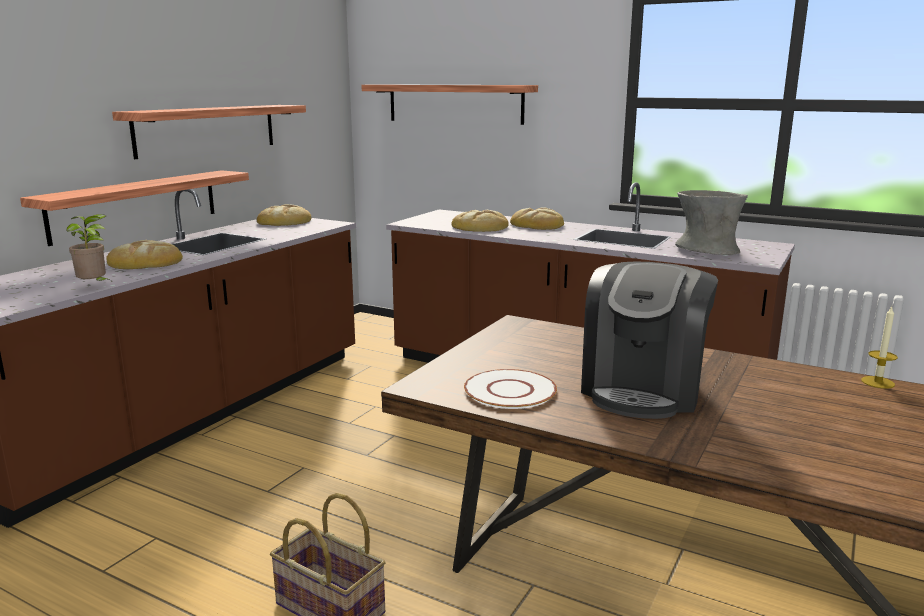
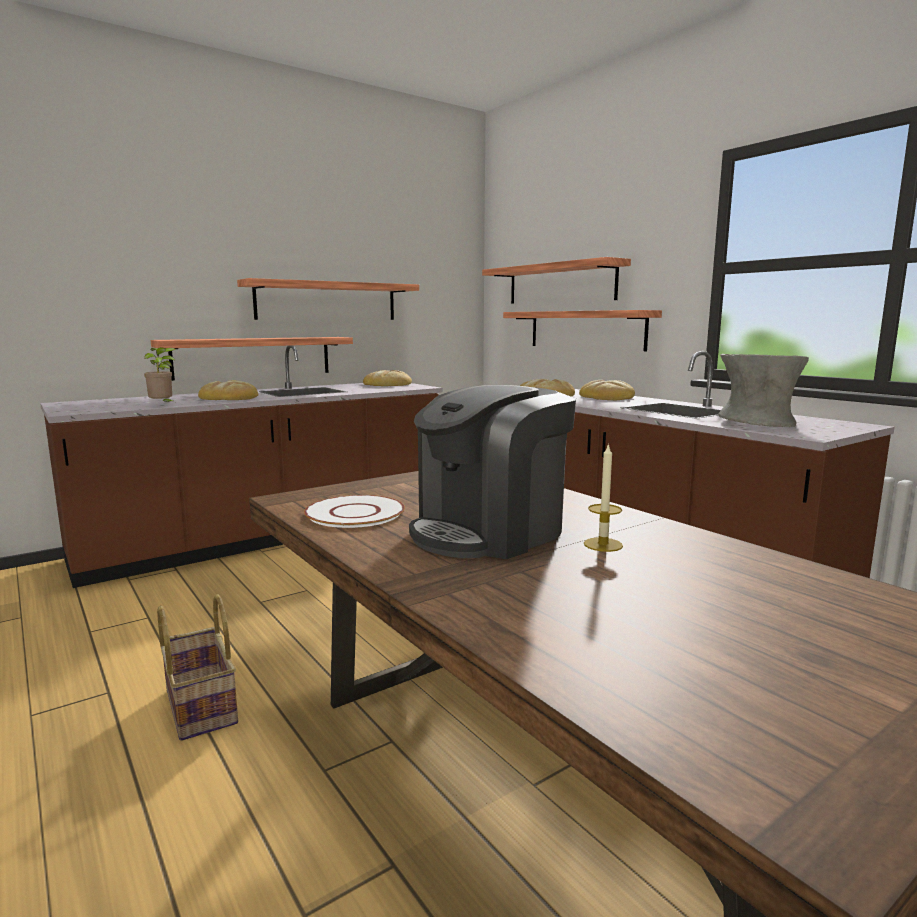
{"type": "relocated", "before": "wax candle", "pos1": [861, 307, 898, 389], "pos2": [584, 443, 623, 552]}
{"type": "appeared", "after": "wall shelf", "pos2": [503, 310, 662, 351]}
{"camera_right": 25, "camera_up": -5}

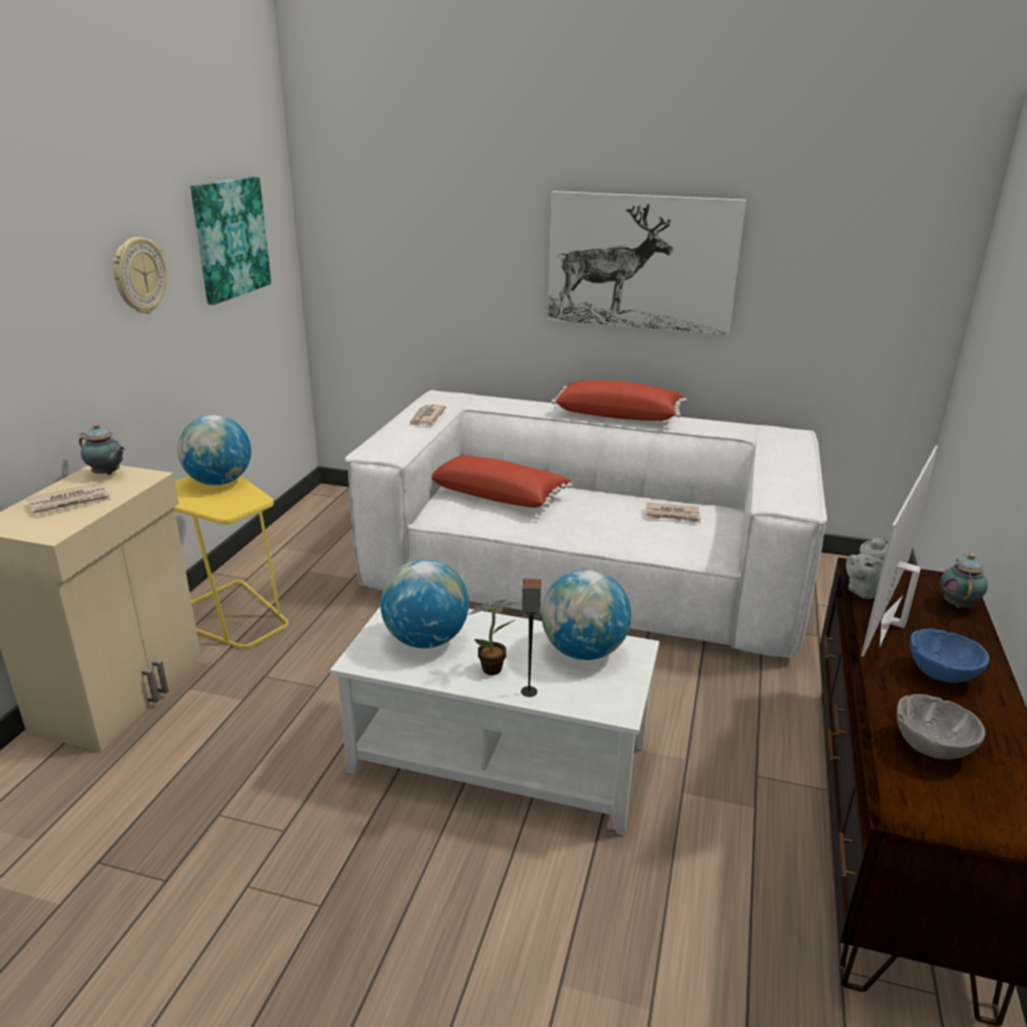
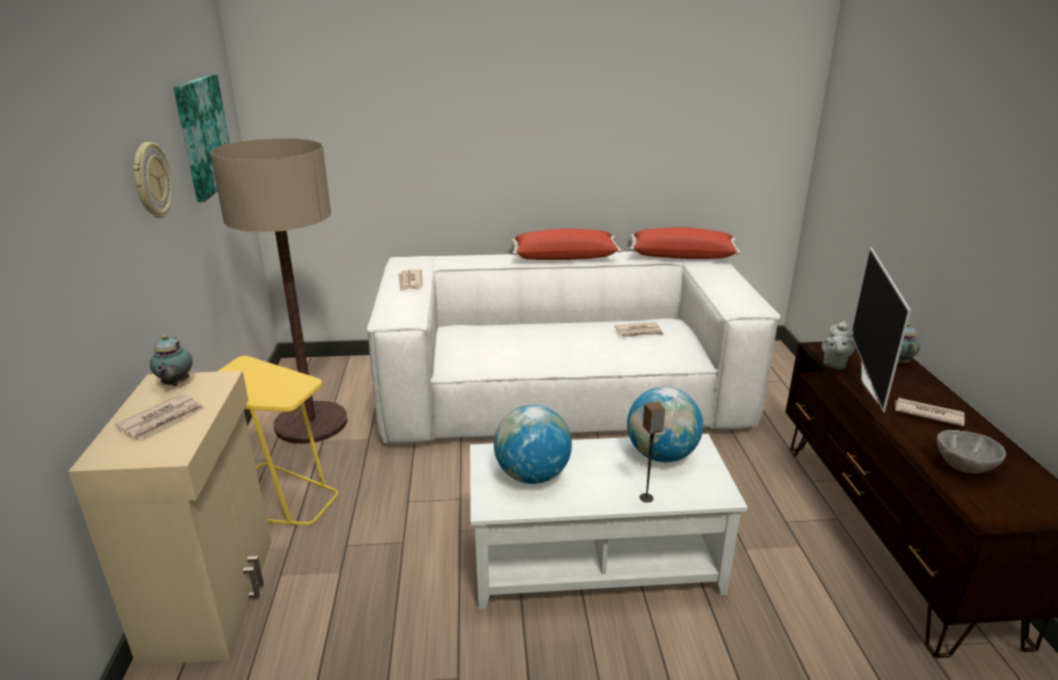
{"type": "spun", "before": "tea pot", "pos1": [79, 424, 125, 475], "pos2": [150, 335, 193, 386], "turn": 75}
{"type": "missing", "before": "globe", "pos1": [177, 415, 251, 485]}
{"type": "relocated", "before": "throw pillow (red-coloured)", "pos1": [432, 455, 572, 508], "pos2": [630, 227, 741, 259]}
{"type": "missing", "before": "plant in a pot", "pos1": [468, 599, 520, 675]}
{"type": "missing", "before": "picture", "pos1": [547, 191, 746, 335]}
{"type": "exchanged", "before": "serving bowl (bluish)", "after": "newspaper", "pos1": [910, 629, 989, 683], "pos2": [895, 398, 965, 427]}
{"type": "appeared", "after": "standard lamp", "pos2": [210, 138, 347, 444]}
{"camera_right": -20, "camera_up": 0}

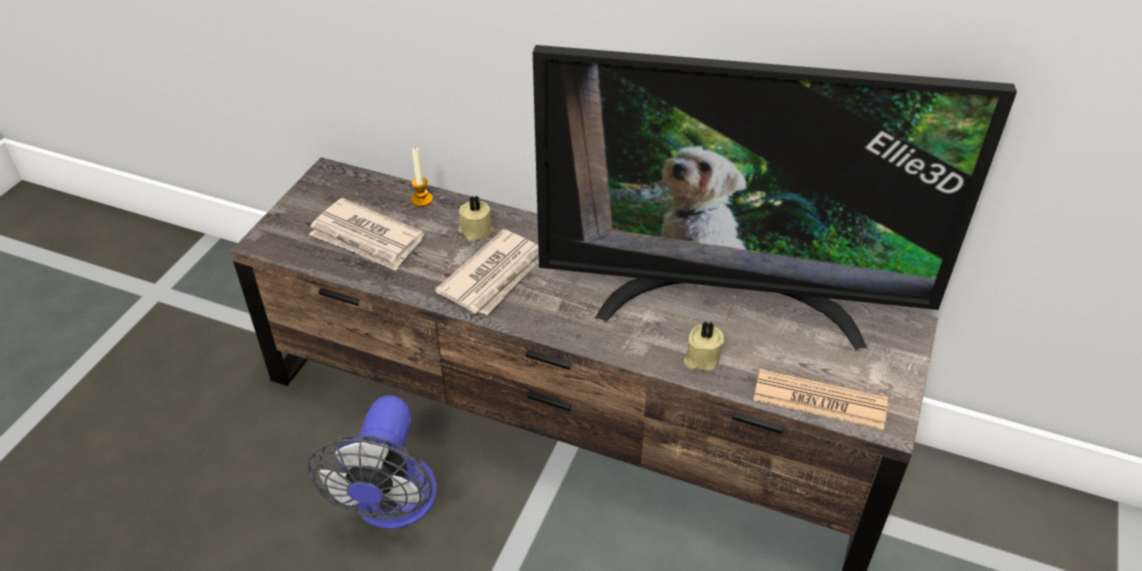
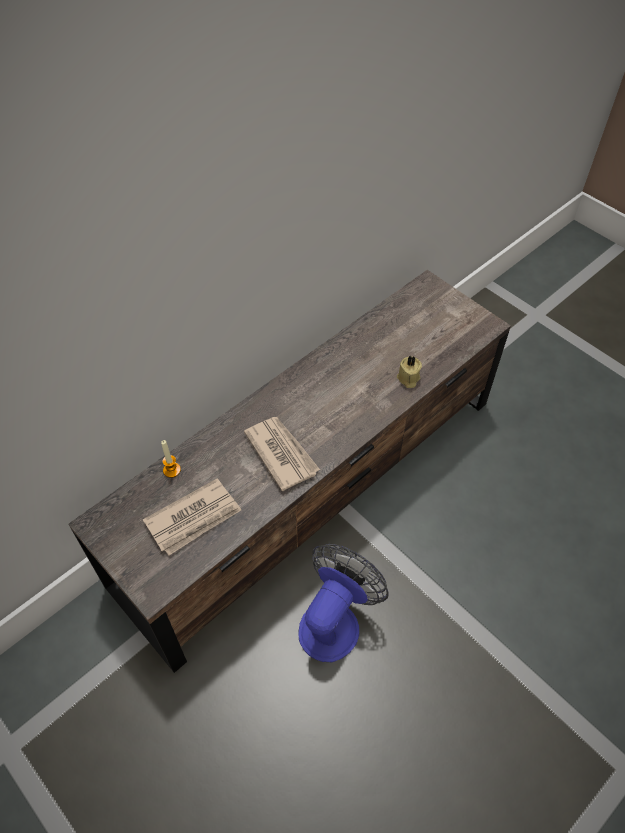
{"type": "spun", "before": "cooling fan", "pos1": [307, 396, 437, 529], "pos2": [298, 544, 389, 662], "turn": -90}
{"type": "missing", "before": "wax candle (sand-coloured)", "pos1": [458, 195, 493, 241]}
{"type": "missing", "before": "television", "pos1": [533, 45, 1017, 350]}
{"type": "missing", "before": "newspaper", "pos1": [753, 369, 888, 430]}
{"camera_right": -65, "camera_up": 10}

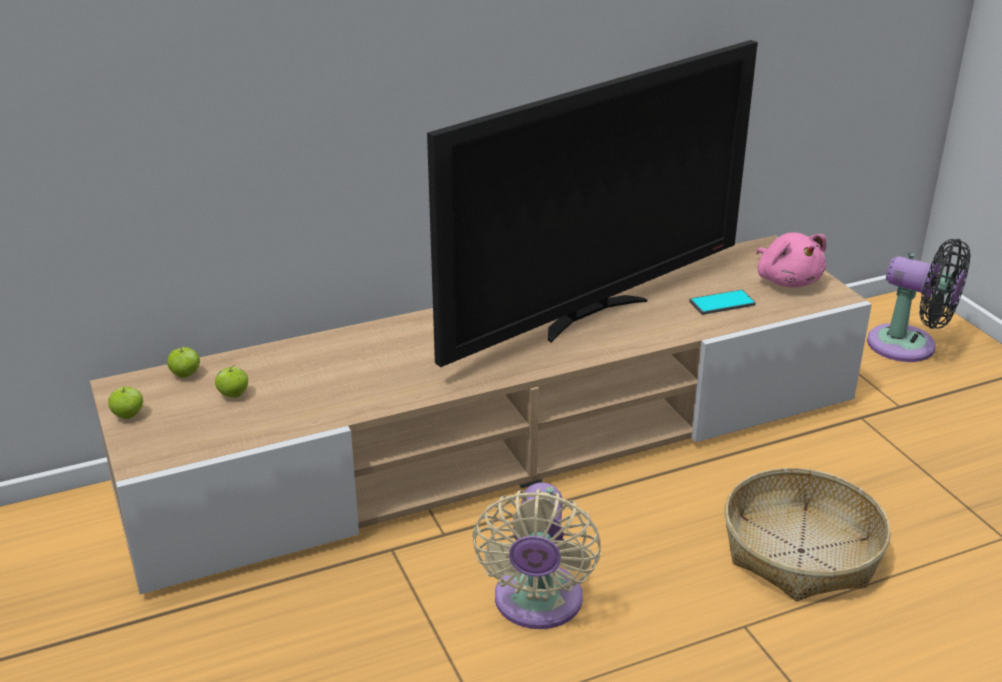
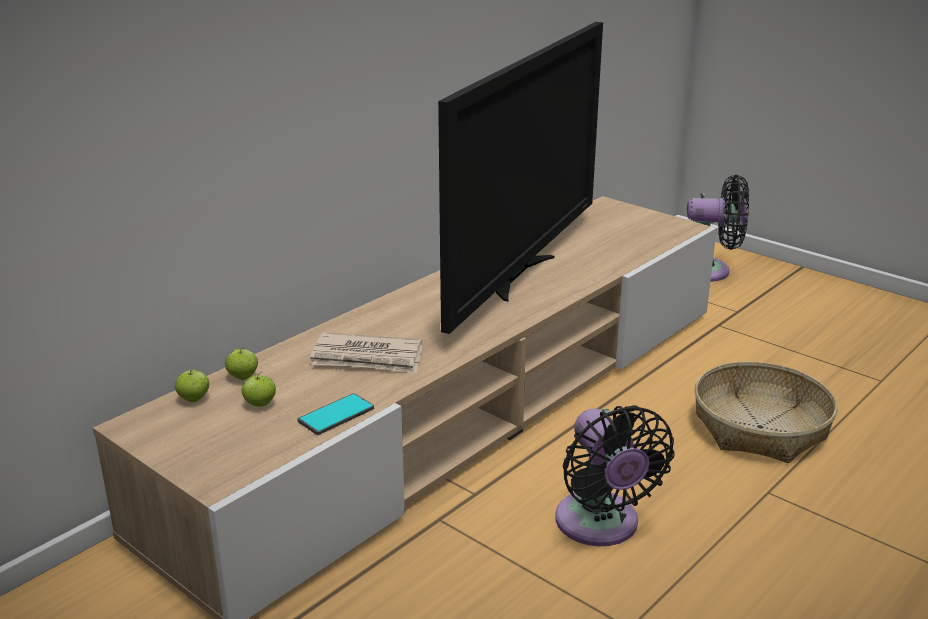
{"type": "relocated", "before": "whole apple", "pos1": [108, 386, 143, 419], "pos2": [225, 348, 258, 380]}
{"type": "colour", "before": "cooling fan (sand-coloured)", "after": "cooling fan (blackish)", "pos1": [472, 482, 601, 629], "pos2": [555, 405, 675, 546]}
{"type": "relocated", "before": "phone", "pos1": [689, 290, 756, 315], "pos2": [298, 393, 374, 435]}
{"type": "missing", "before": "plush toy (pink-coloured)", "pos1": [756, 232, 826, 287]}
{"type": "appeared", "after": "newspaper", "pos2": [310, 332, 422, 373]}
{"camera_right": -25, "camera_up": -5}

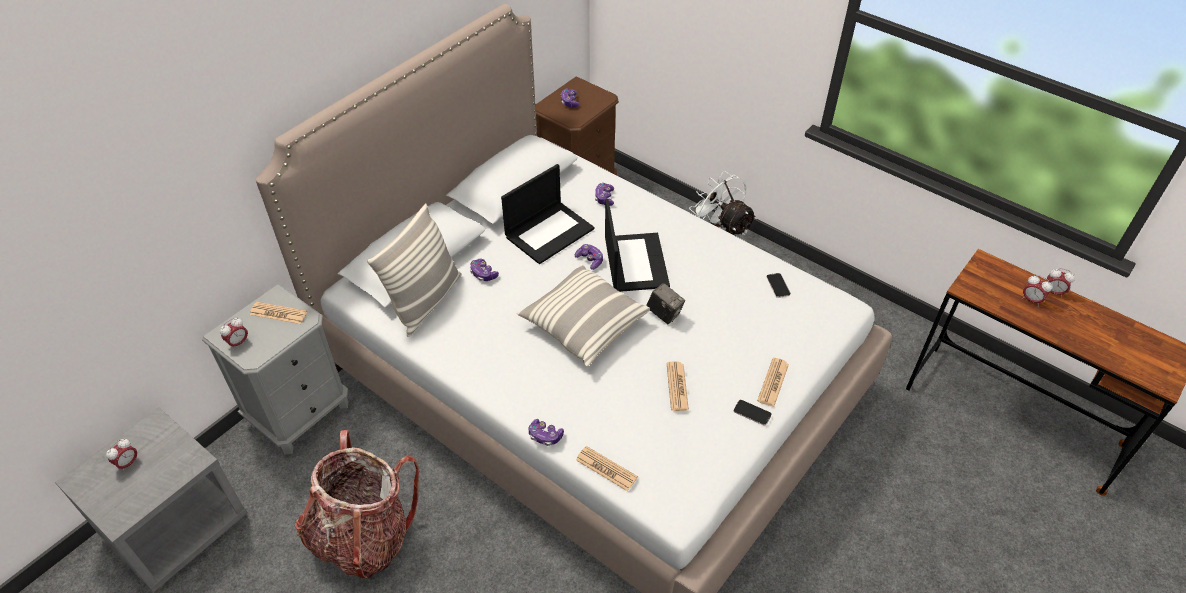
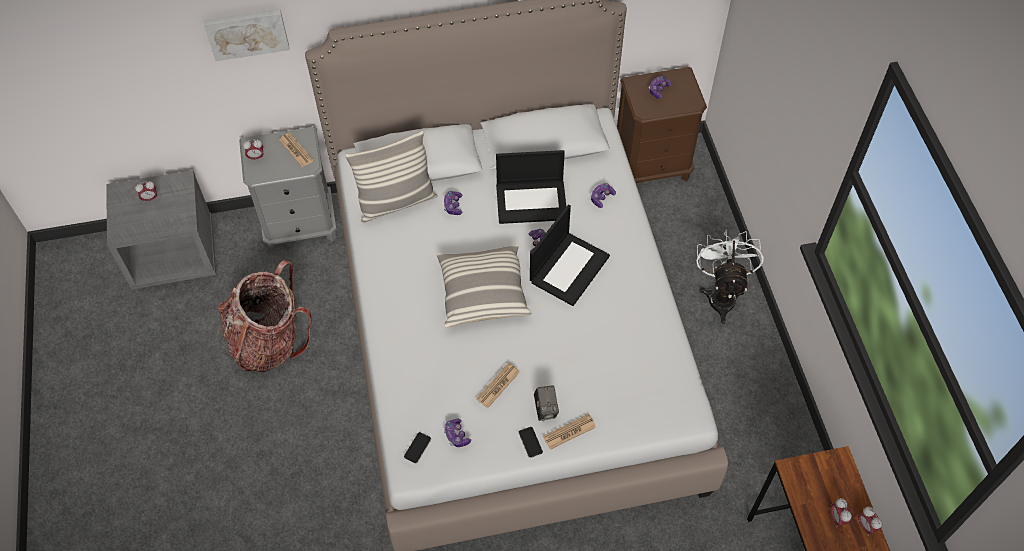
{"type": "relocated", "before": "gamepad", "pos1": [528, 419, 564, 446], "pos2": [444, 419, 471, 447]}
{"type": "missing", "before": "newspaper", "pos1": [576, 446, 638, 491]}
{"type": "relocated", "before": "photo camera", "pos1": [646, 283, 685, 324], "pos2": [534, 386, 559, 421]}
{"type": "relocated", "before": "phone", "pos1": [766, 273, 791, 298], "pos2": [404, 432, 431, 464]}
{"type": "appeared", "after": "picture", "pos2": [204, 9, 290, 61]}
{"camera_right": 40, "camera_up": 10}

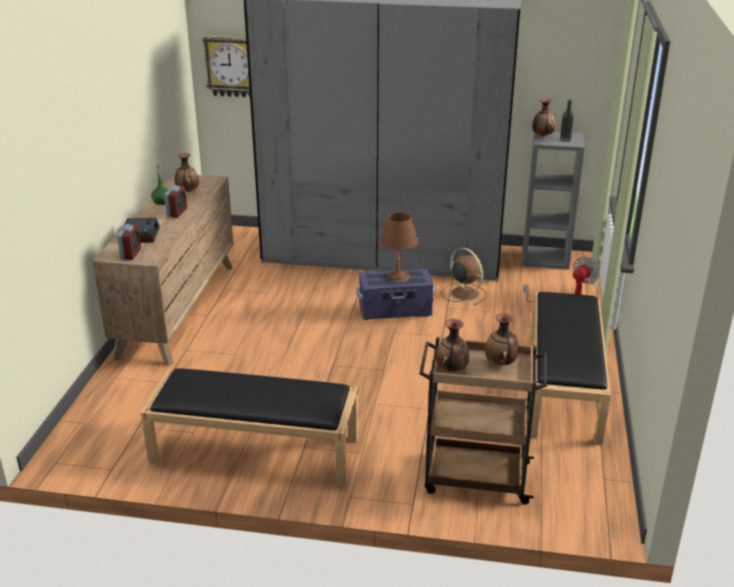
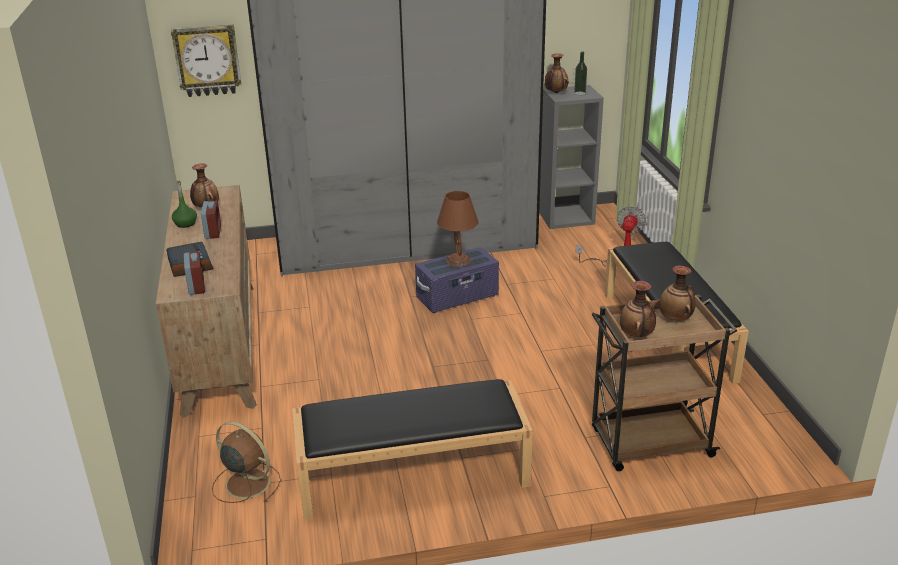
{"type": "relocated", "before": "cooling fan (brown-coloured)", "pos1": [441, 248, 487, 305], "pos2": [212, 422, 281, 503]}
{"camera_right": -20, "camera_up": 0}

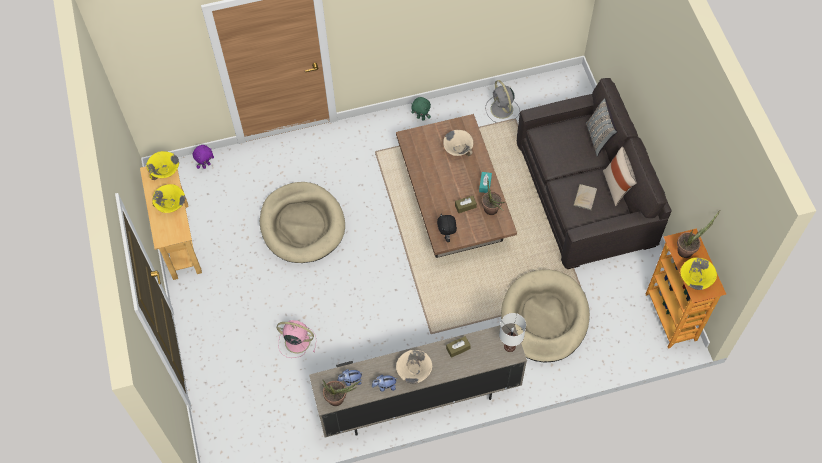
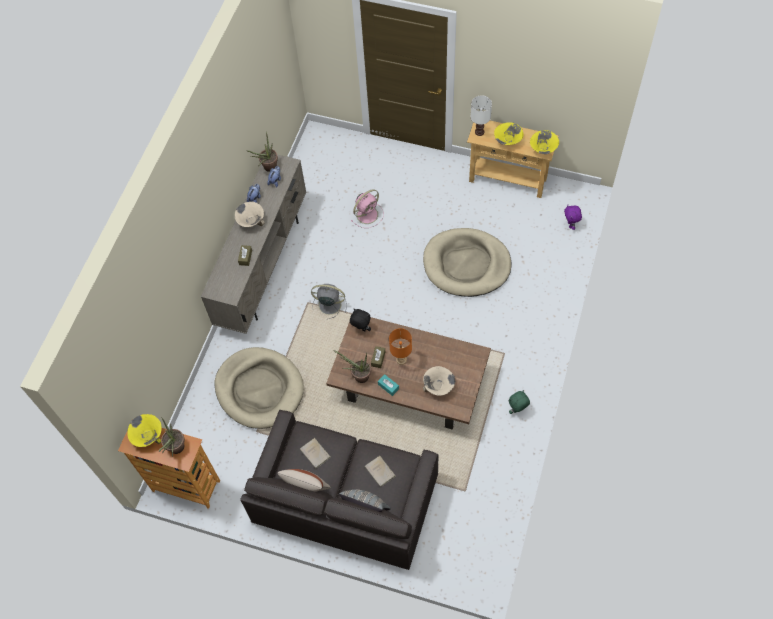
{"type": "relocated", "before": "cooling fan (greyish)", "pos1": [485, 80, 520, 123], "pos2": [311, 284, 347, 319]}
{"type": "relocated", "before": "lamp for a table (whitish)", "pos1": [499, 313, 526, 352], "pos2": [471, 95, 492, 136]}
{"type": "appeared", "after": "volume (sand-coloured)", "pos2": [365, 456, 396, 487]}
{"type": "appeared", "after": "lamp for a table (orangey)", "pos2": [389, 328, 412, 365]}
{"camera_right": 125, "camera_up": 0}

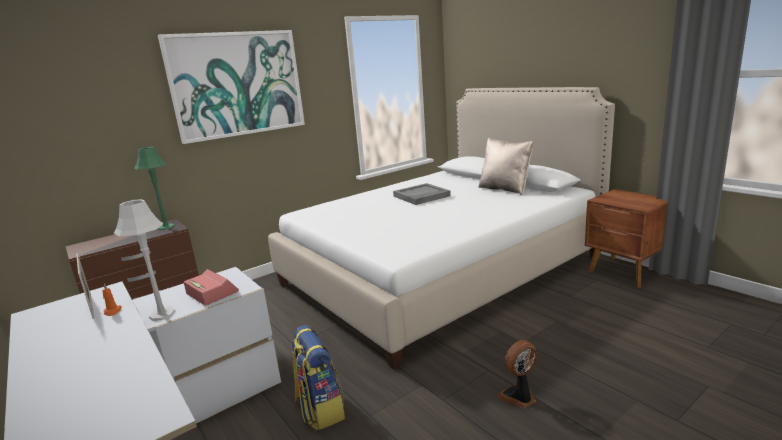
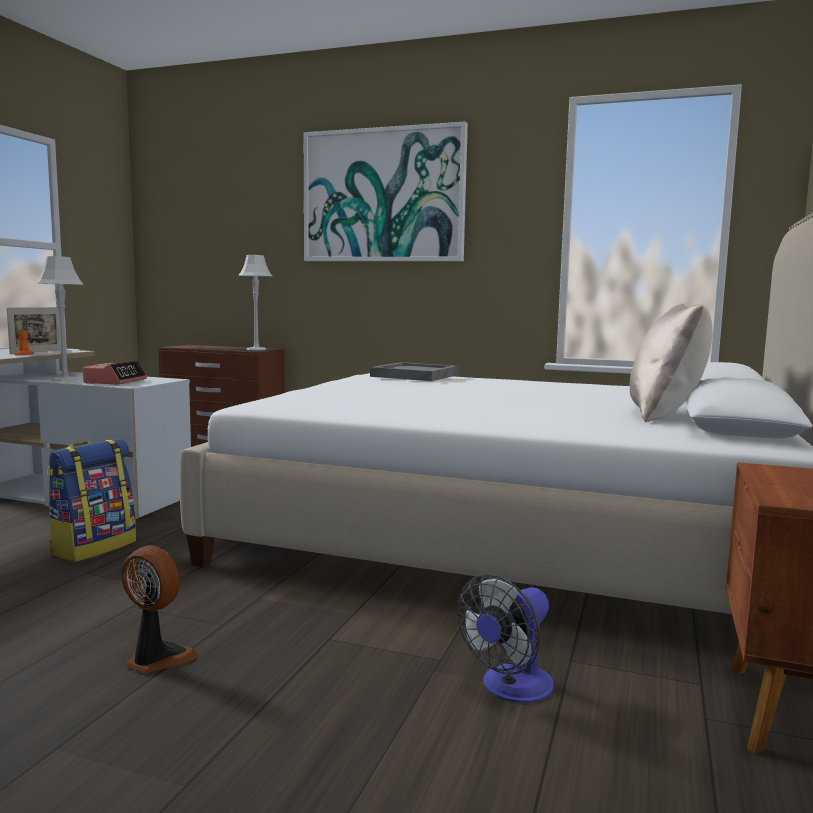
{"type": "colour", "before": "lamp for a table (green-coloured)", "after": "lamp for a table (greyish)", "pos1": [135, 147, 175, 230], "pos2": [238, 255, 272, 350]}
{"type": "relocated", "before": "serving tray (greyish)", "pos1": [393, 183, 451, 205], "pos2": [370, 362, 459, 381]}
{"type": "appeared", "after": "cooling fan", "pos2": [458, 574, 554, 703]}
{"camera_right": 55, "camera_up": -10}

